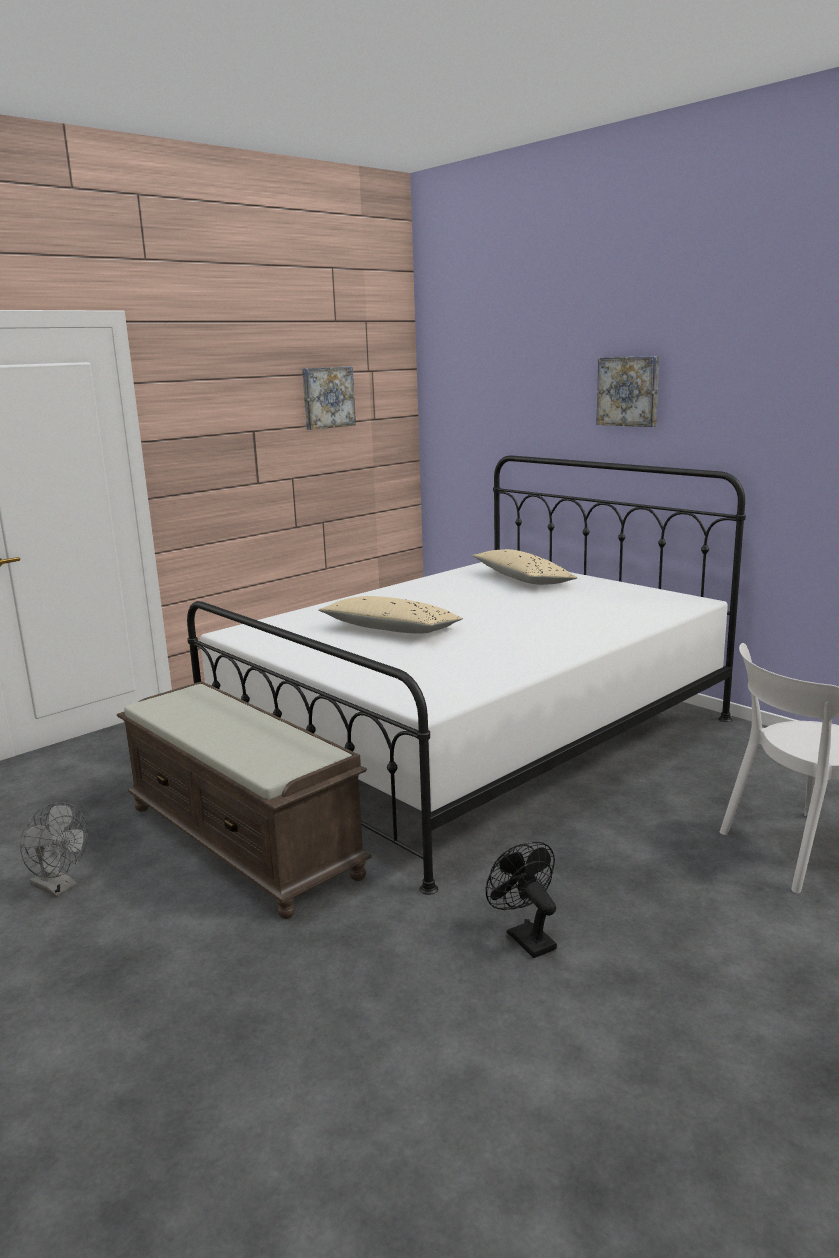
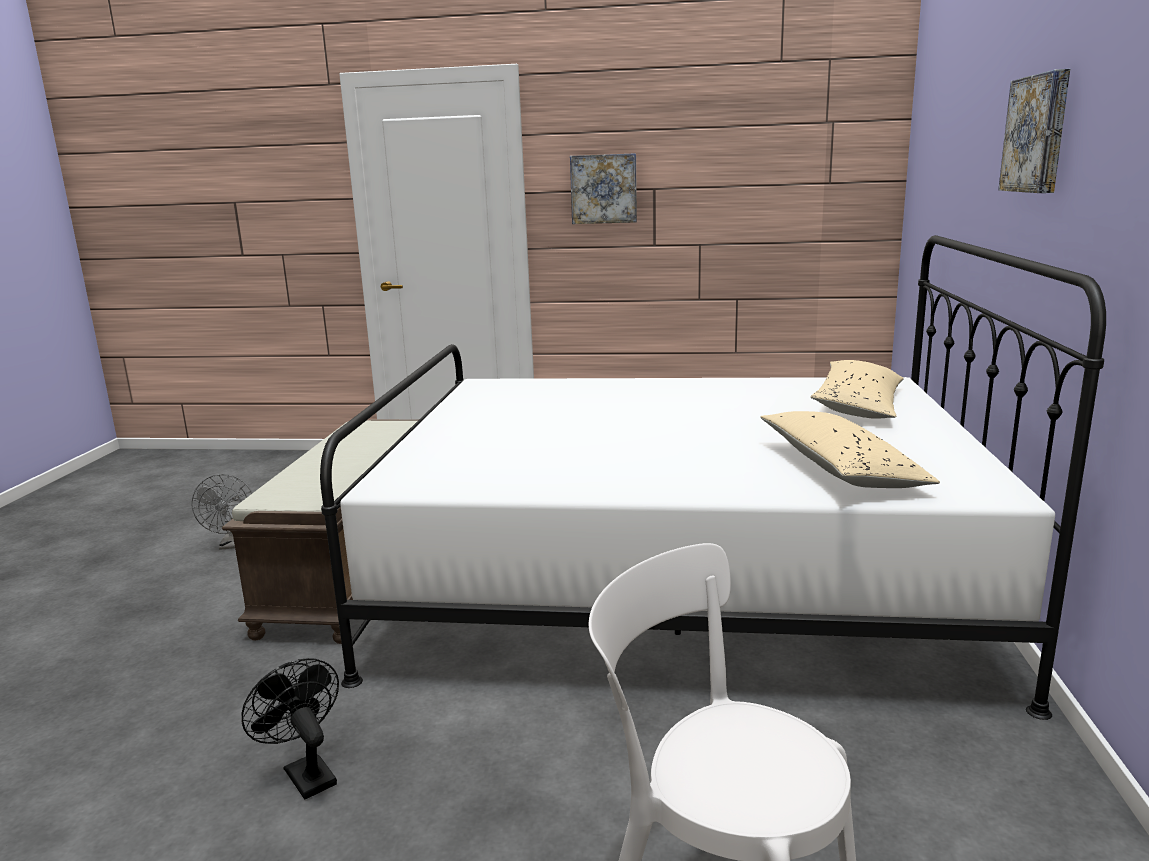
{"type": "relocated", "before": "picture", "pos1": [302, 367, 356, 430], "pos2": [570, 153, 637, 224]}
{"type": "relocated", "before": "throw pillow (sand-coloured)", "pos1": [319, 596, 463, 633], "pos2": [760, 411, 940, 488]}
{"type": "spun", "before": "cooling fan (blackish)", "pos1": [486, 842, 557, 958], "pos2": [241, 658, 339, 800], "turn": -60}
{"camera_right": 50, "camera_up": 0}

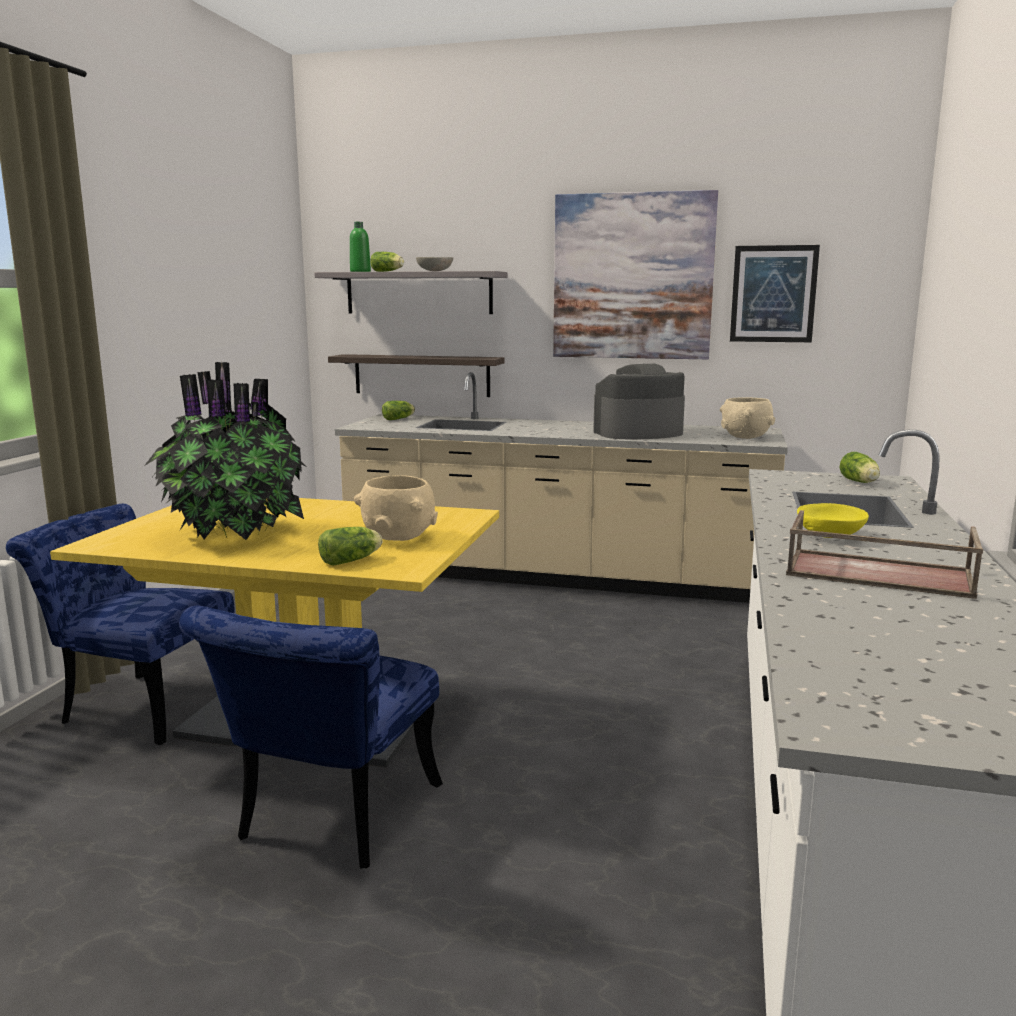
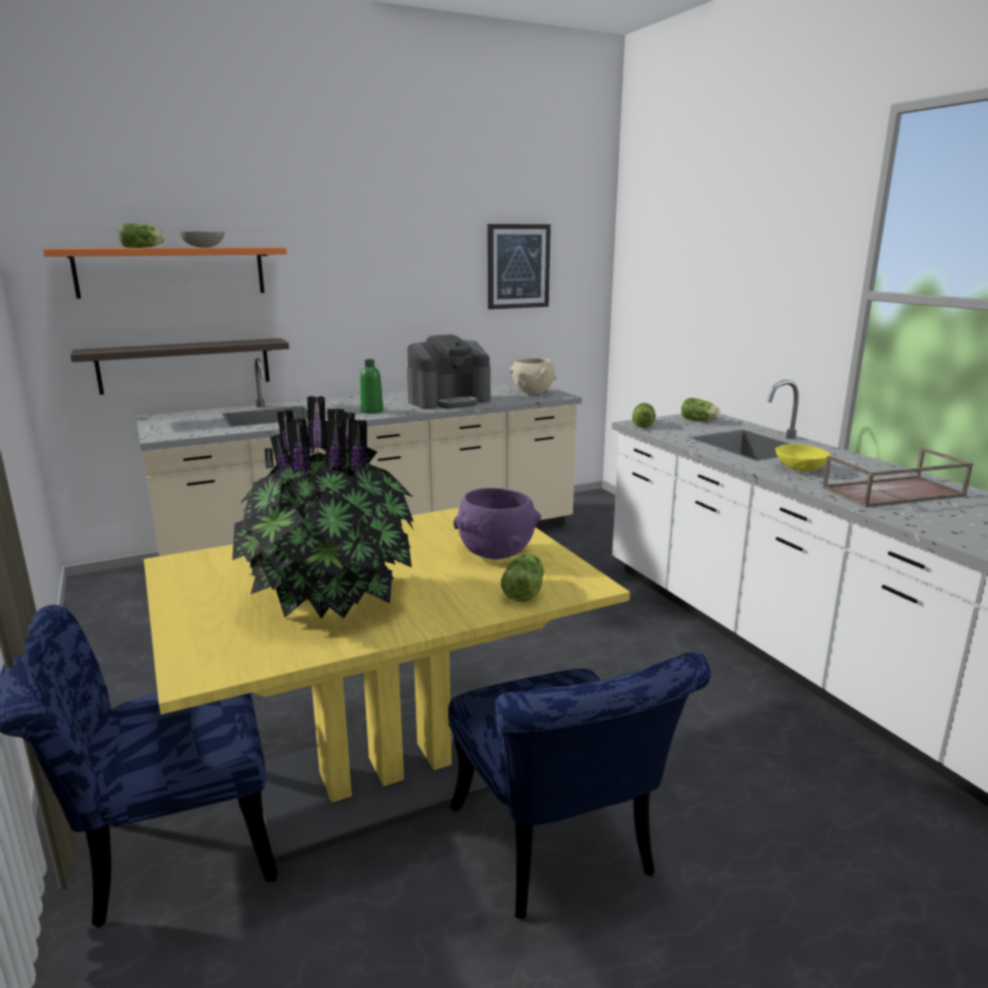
{"type": "colour", "before": "wall shelf (greyish)", "after": "wall shelf (orangey)", "pos1": [314, 271, 507, 314], "pos2": [43, 247, 287, 299]}
{"type": "relocated", "before": "bottle (green-coloured)", "pos1": [350, 222, 371, 272], "pos2": [360, 359, 383, 414]}
{"type": "colour", "before": "serving bowl (sand-coloured)", "after": "serving bowl (purple)", "pos1": [354, 475, 438, 541], "pos2": [454, 488, 541, 559]}
{"type": "relocated", "before": "lettuce", "pos1": [382, 401, 415, 420], "pos2": [632, 403, 656, 428]}
{"type": "missing", "before": "picture", "pos1": [553, 190, 718, 359]}
{"type": "spun", "before": "coffee machine", "pos1": [593, 364, 685, 439], "pos2": [407, 335, 490, 409], "turn": -150}
{"camera_right": -40, "camera_up": 5}

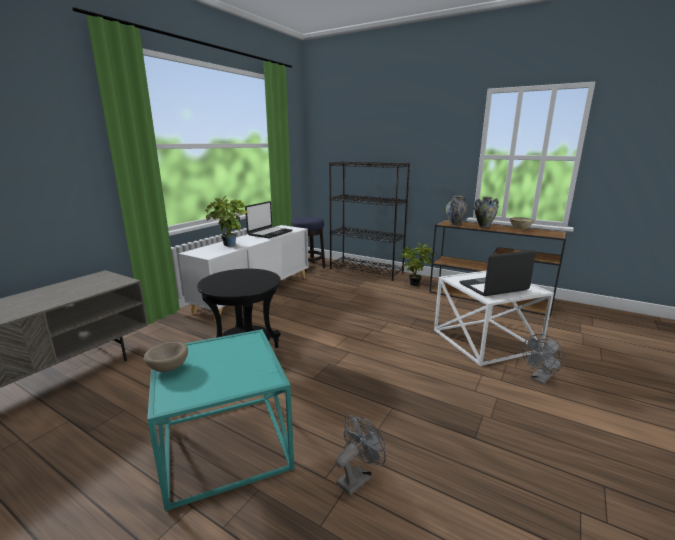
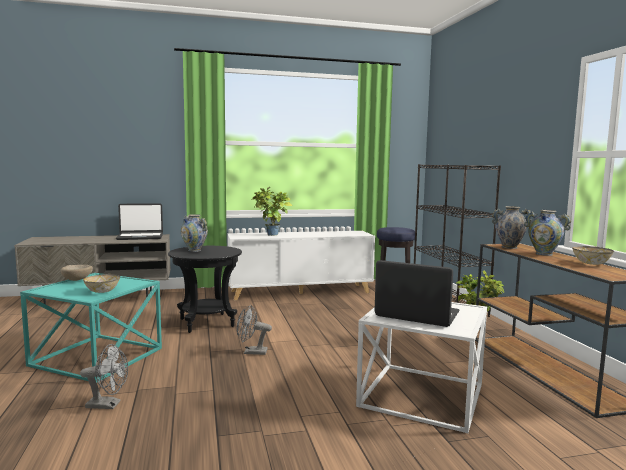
{"type": "relocated", "before": "notebook computer", "pos1": [245, 201, 292, 238], "pos2": [116, 203, 163, 240]}
{"type": "relocated", "before": "cooling fan (greyish)", "pos1": [522, 334, 565, 384], "pos2": [237, 305, 272, 355]}
{"type": "appeared", "after": "serving bowl", "pos2": [83, 274, 120, 293]}
{"type": "appeared", "after": "decorative vase", "pos2": [181, 214, 208, 252]}
{"camera_right": 45, "camera_up": -10}

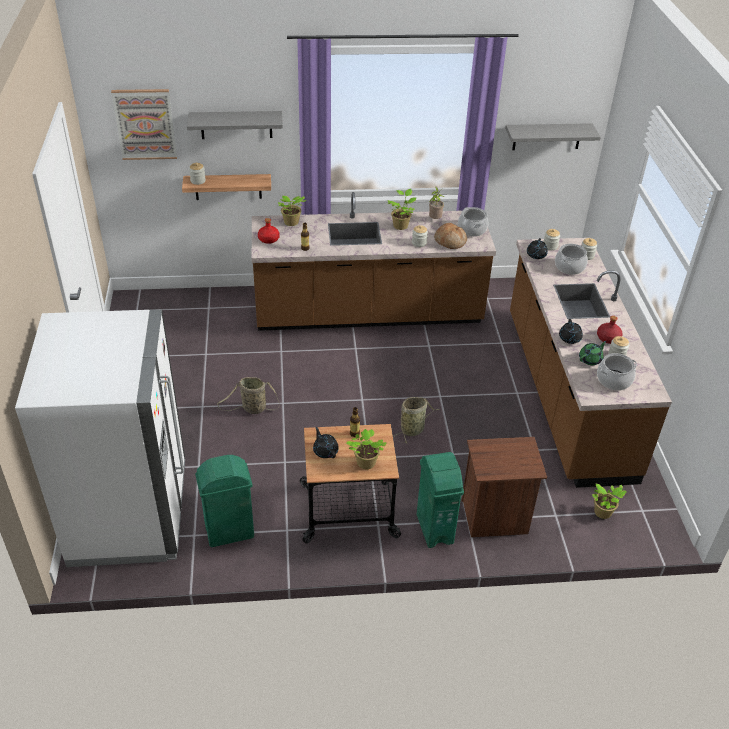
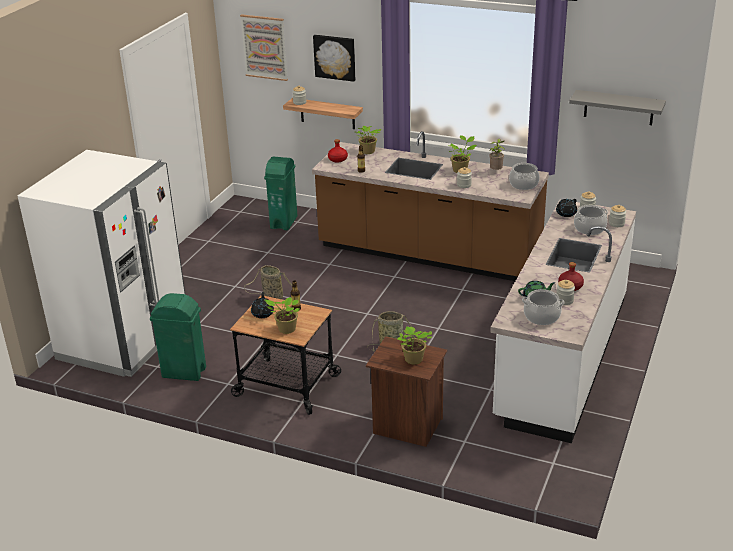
{"type": "exchanged", "before": "wall shelf (greyish)", "after": "picture", "pos1": [187, 111, 283, 139], "pos2": [313, 35, 355, 82]}
{"type": "relocated", "before": "trash can (green-coloured)", "pos1": [417, 452, 464, 548], "pos2": [264, 157, 297, 230]}
{"type": "missing", "before": "bread", "pos1": [434, 223, 467, 249]}
{"type": "colour", "before": "counter (brown-coloured)", "after": "counter (whitish)", "pos1": [510, 238, 672, 488], "pos2": [490, 200, 636, 443]}
{"type": "missing", "before": "tea pot (blackish)", "pos1": [559, 319, 583, 344]}
{"type": "relocated", "before": "plant in a pot", "pos1": [592, 484, 627, 519], "pos2": [397, 326, 432, 364]}
{"camera_right": 30, "camera_up": -10}

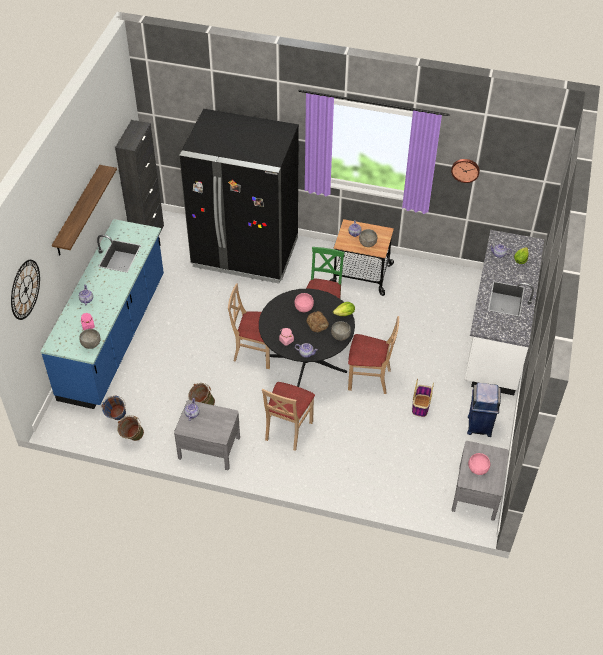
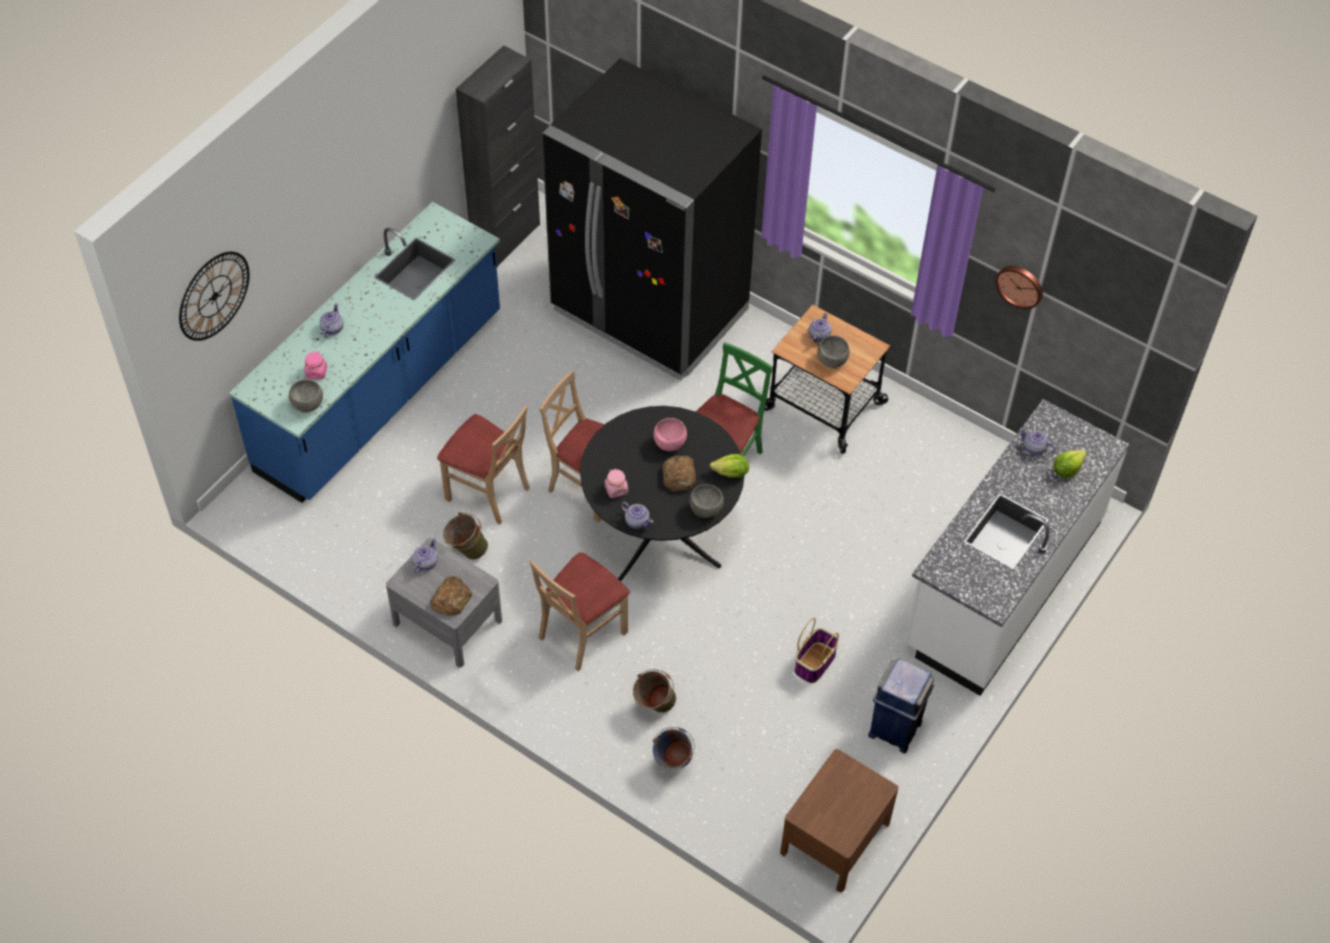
{"type": "missing", "before": "wall shelf", "pos1": [52, 165, 117, 256]}
{"type": "relocated", "before": "water bucket (bluish)", "pos1": [101, 396, 126, 420], "pos2": [653, 727, 695, 769]}
{"type": "relocated", "before": "water bucket (green-coloured)", "pos1": [117, 415, 144, 441], "pos2": [633, 669, 676, 713]}
{"type": "relocated", "before": "chair (sand-coloured)", "pos1": [348, 316, 399, 394], "pos2": [437, 405, 530, 525]}
{"type": "colour", "before": "night table (greyish)", "after": "night table (brown-coloured)", "pos1": [452, 441, 509, 520], "pos2": [780, 749, 898, 892]}
{"type": "missing", "before": "serving bowl (pink-coloured)", "pos1": [468, 453, 490, 475]}
{"type": "appeared", "after": "bread", "pos2": [430, 576, 472, 616]}
{"camera_right": 20, "camera_up": 5}

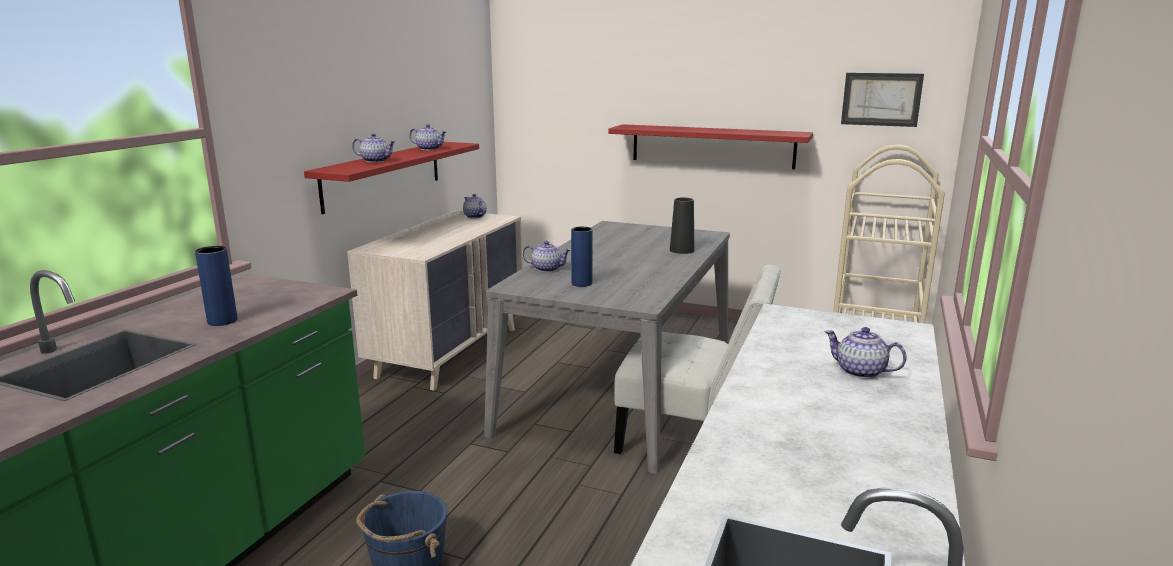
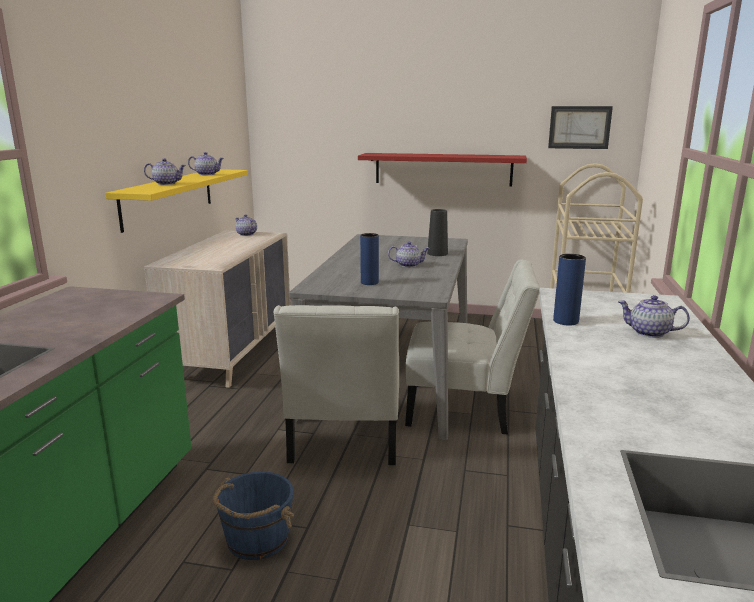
{"type": "relocated", "before": "decorative vase (bluish)", "pos1": [195, 246, 238, 326], "pos2": [553, 254, 586, 326]}
{"type": "colour", "before": "wall shelf (red-coloured)", "after": "wall shelf (yellow-coloured)", "pos1": [304, 142, 479, 214], "pos2": [105, 169, 248, 233]}
{"type": "relocated", "before": "tea pot", "pos1": [522, 241, 571, 272], "pos2": [388, 242, 430, 268]}
{"type": "appeared", "after": "chair (whitish)", "pos2": [273, 305, 399, 465]}
{"camera_right": -10, "camera_up": 0}

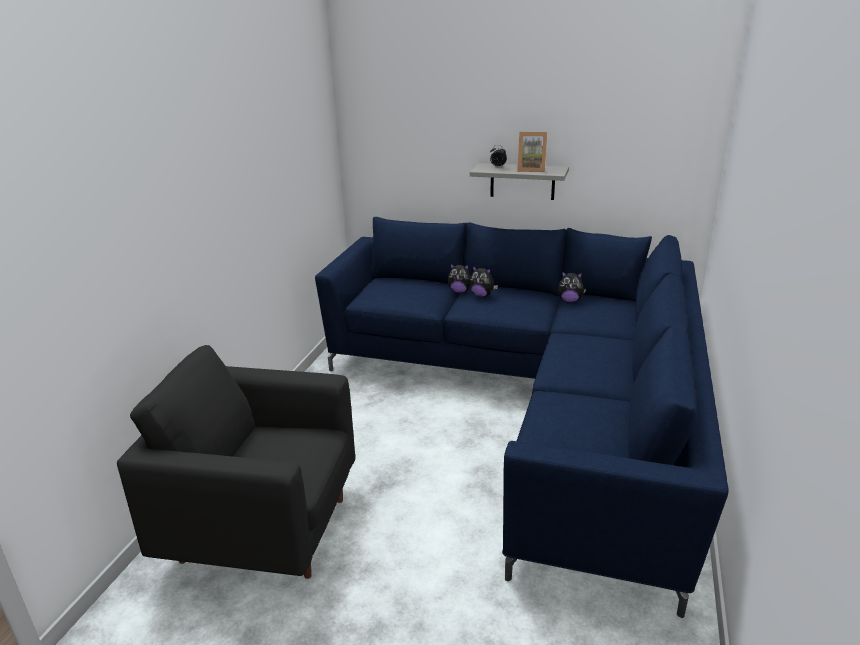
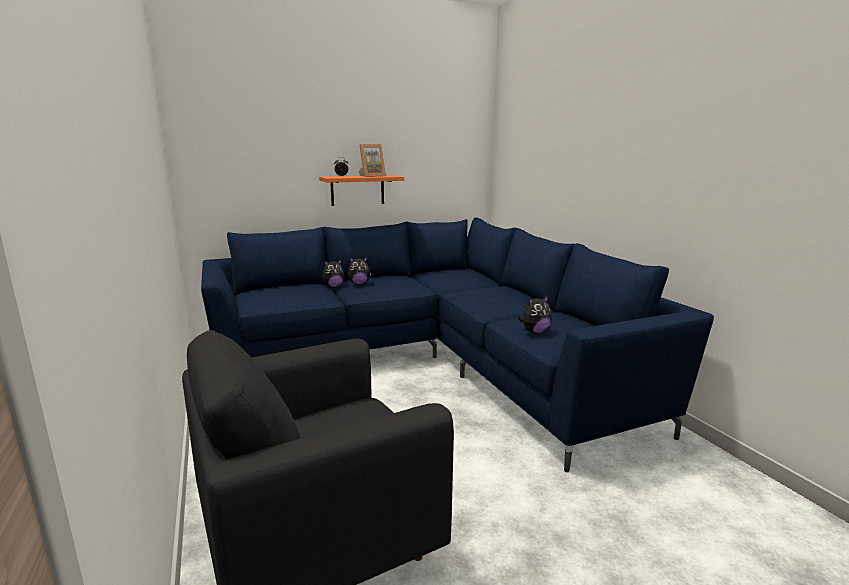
{"type": "colour", "before": "wall shelf (greyish)", "after": "wall shelf (orangey)", "pos1": [470, 163, 569, 200], "pos2": [319, 175, 404, 206]}
{"type": "relocated", "before": "plush toy", "pos1": [558, 271, 586, 303], "pos2": [518, 295, 552, 334]}
{"camera_right": -40, "camera_up": -10}

